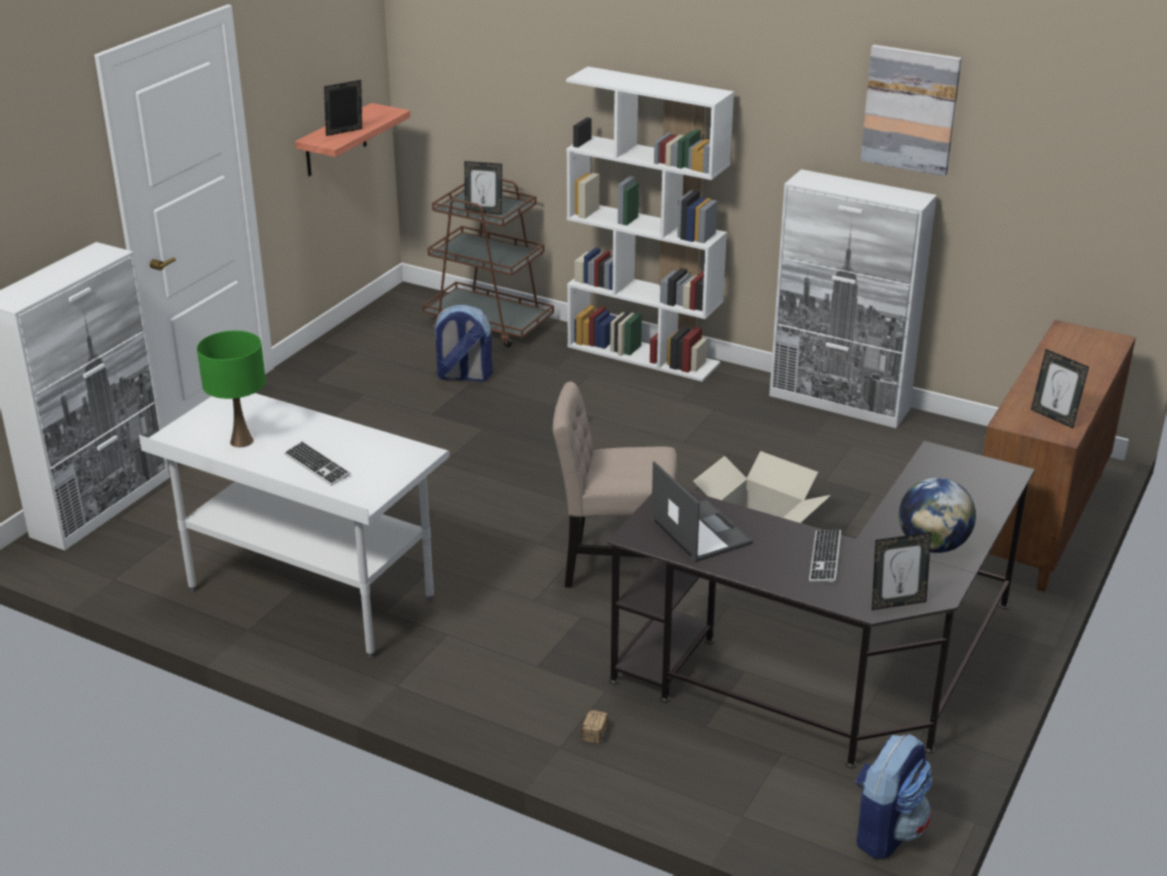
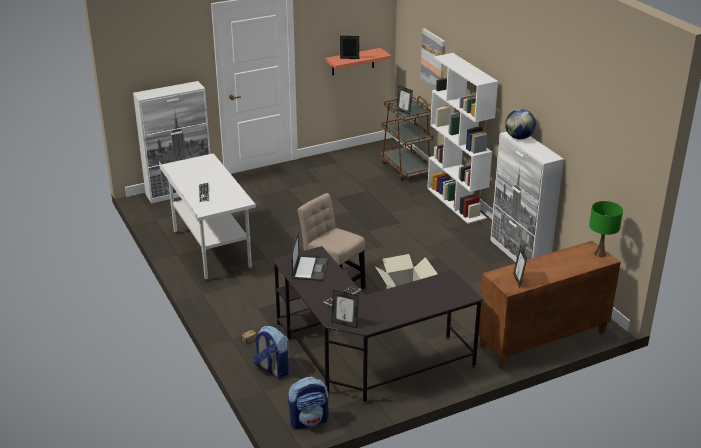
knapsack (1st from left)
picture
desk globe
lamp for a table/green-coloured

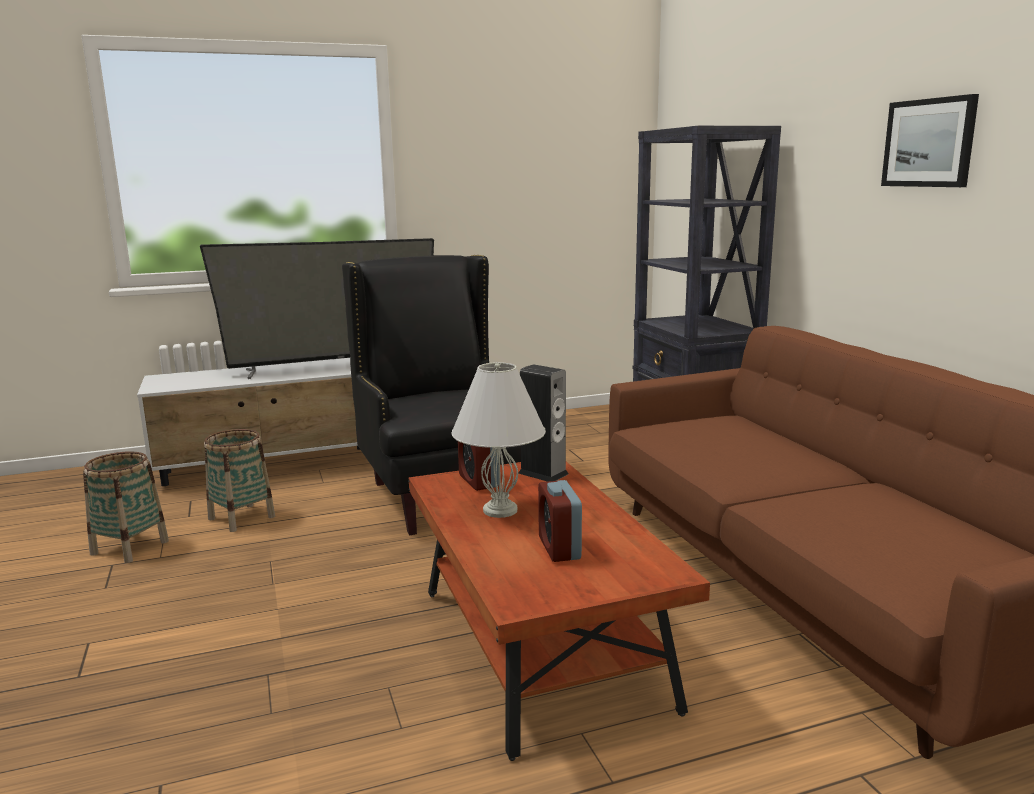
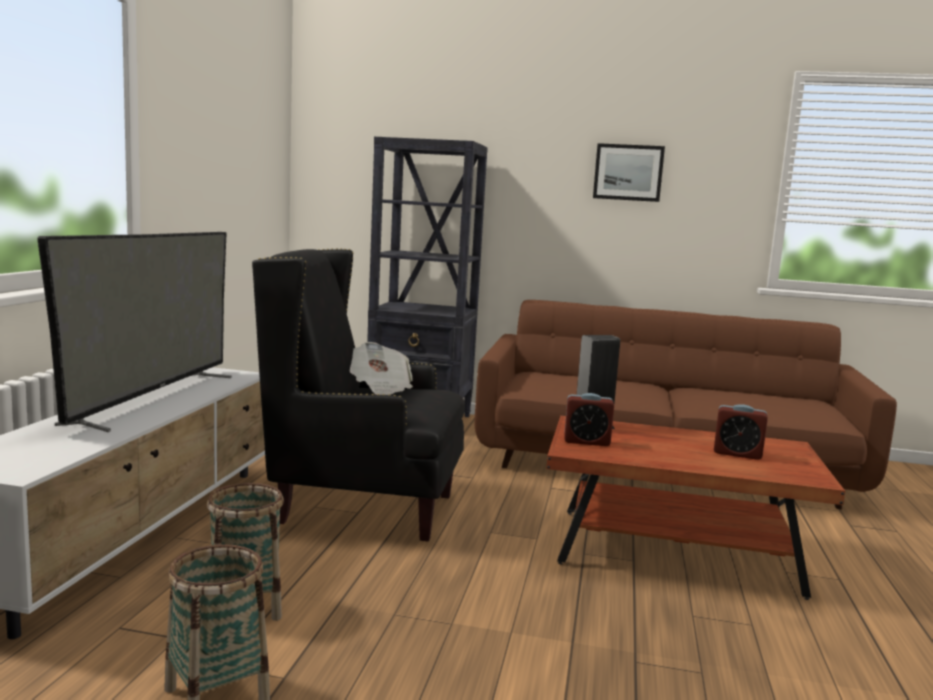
printed paper
lamp for a table/white

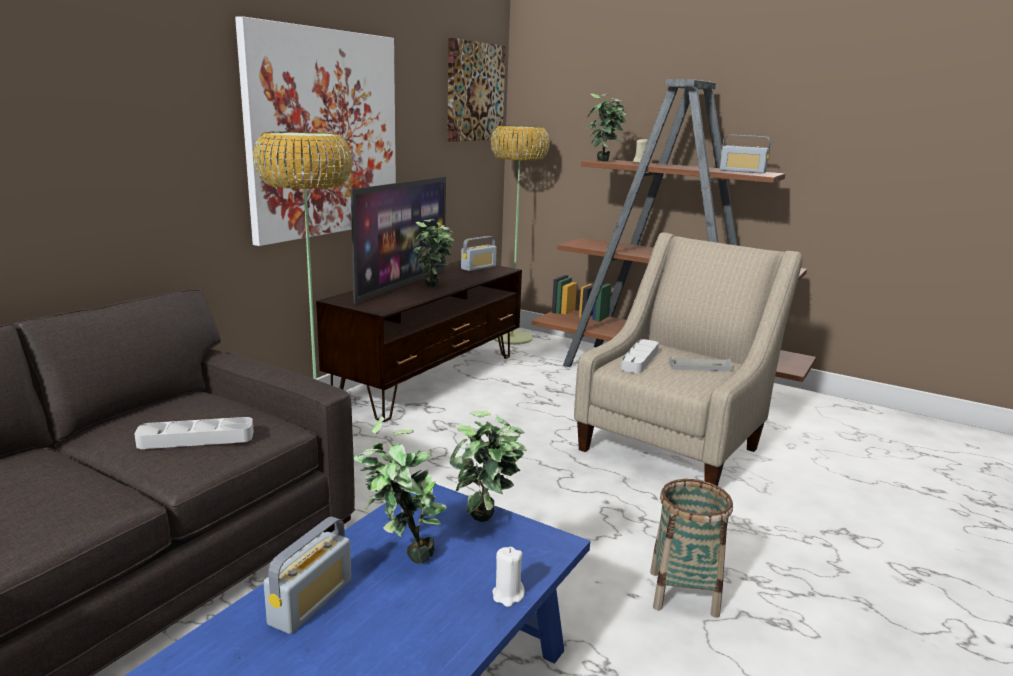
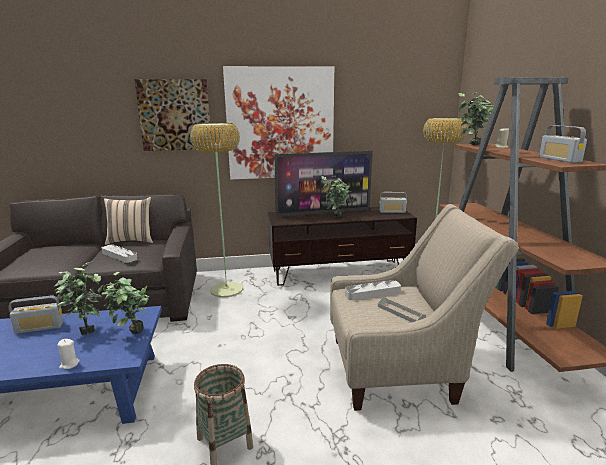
pillow/beige
picture (1st from left)

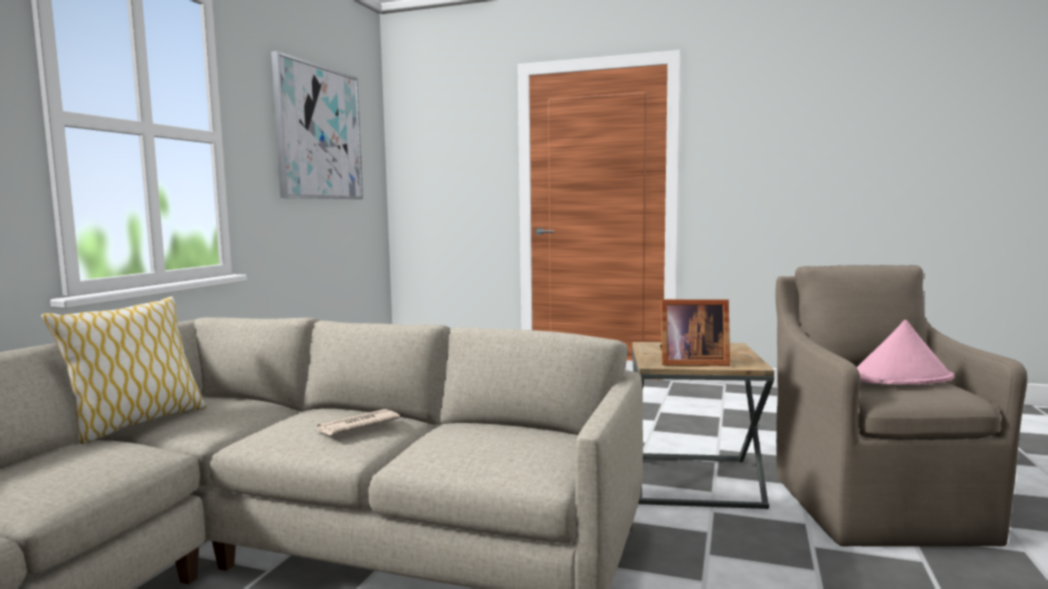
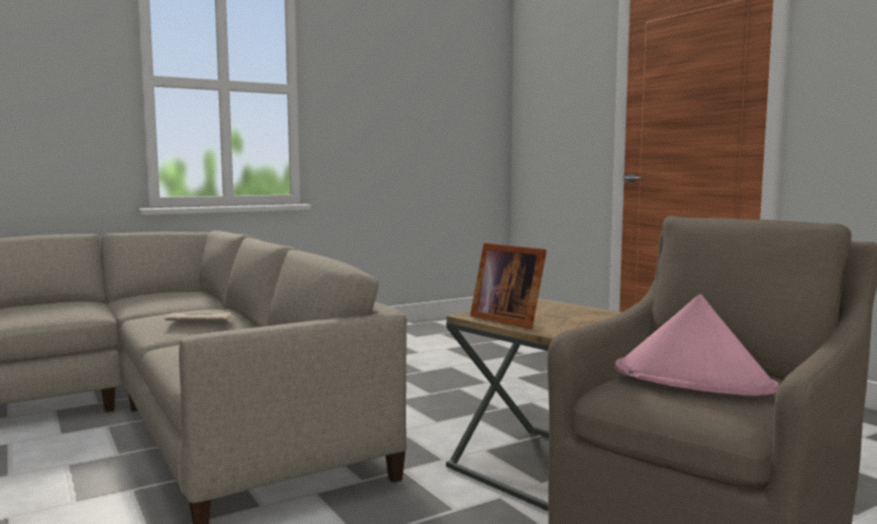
pillow
picture

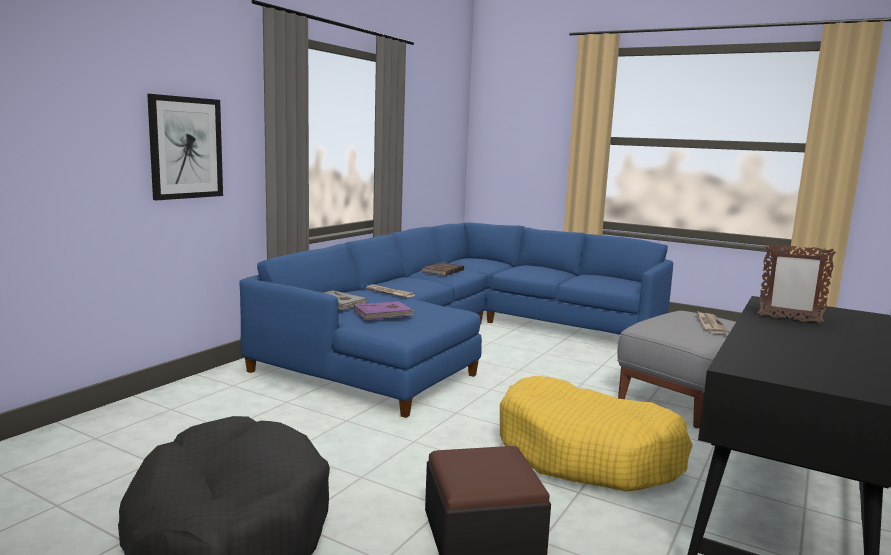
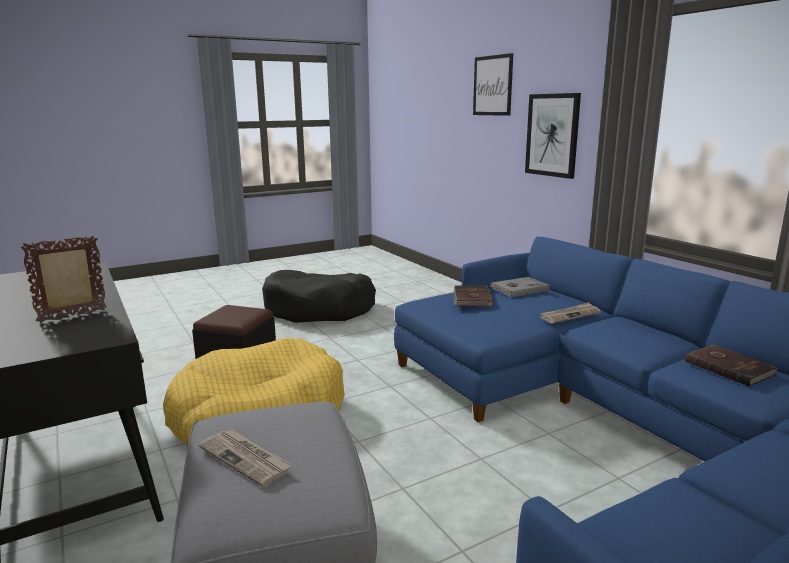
volume/brownish (1st from left)
picture (1st from left)

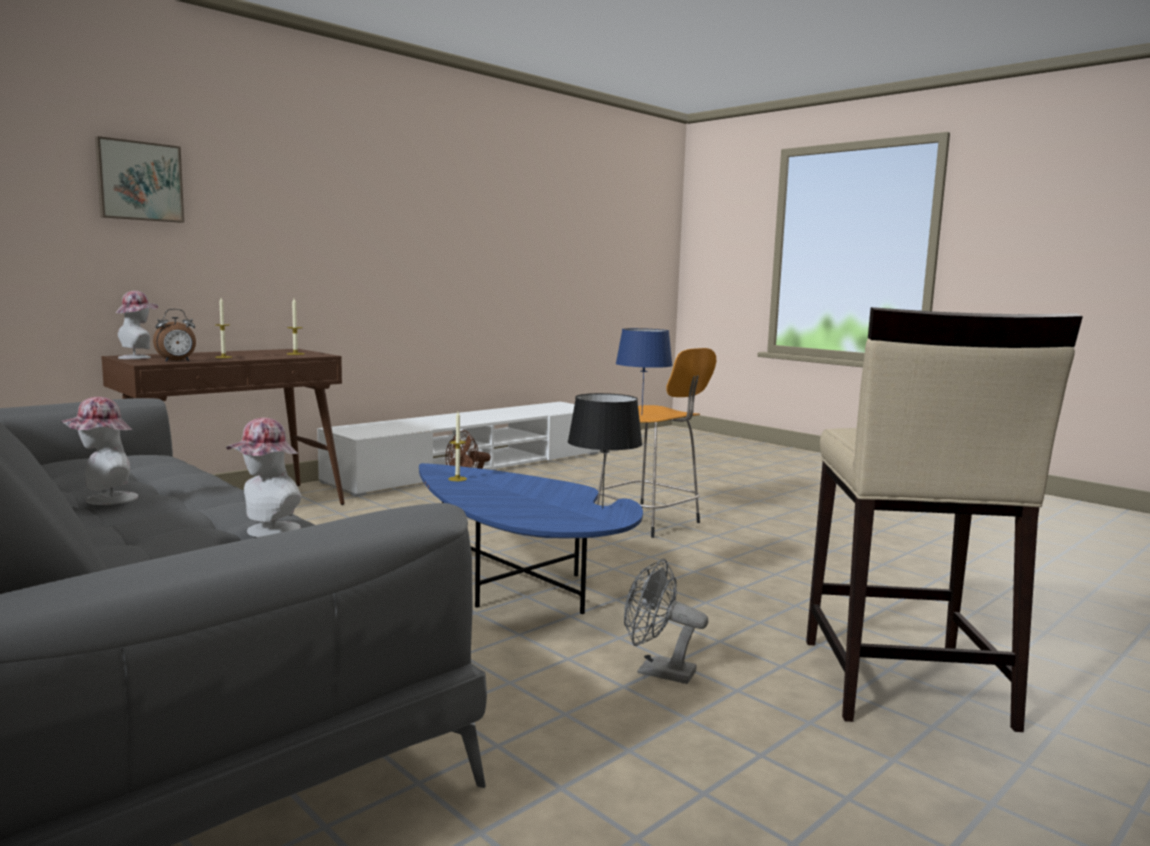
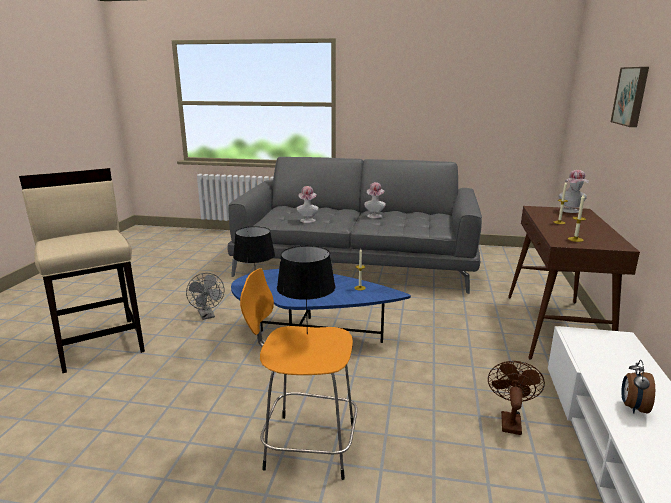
electric fan/greyish
lamp for a table/black (2nd from left)
alarm clock

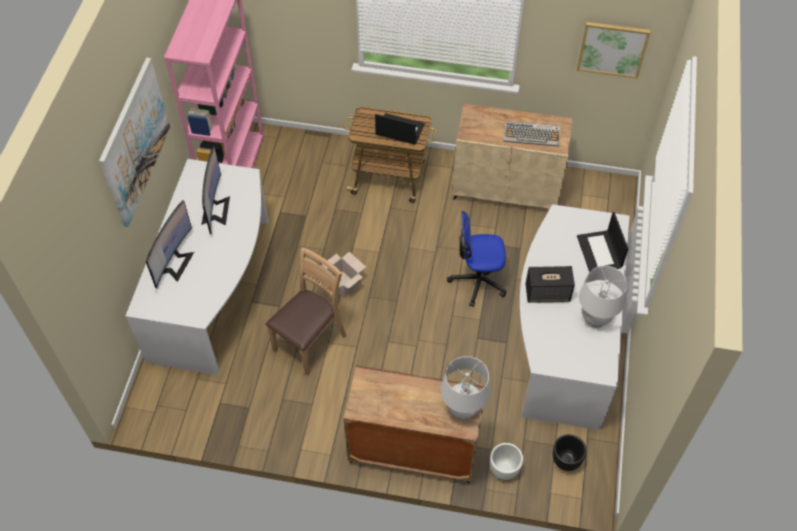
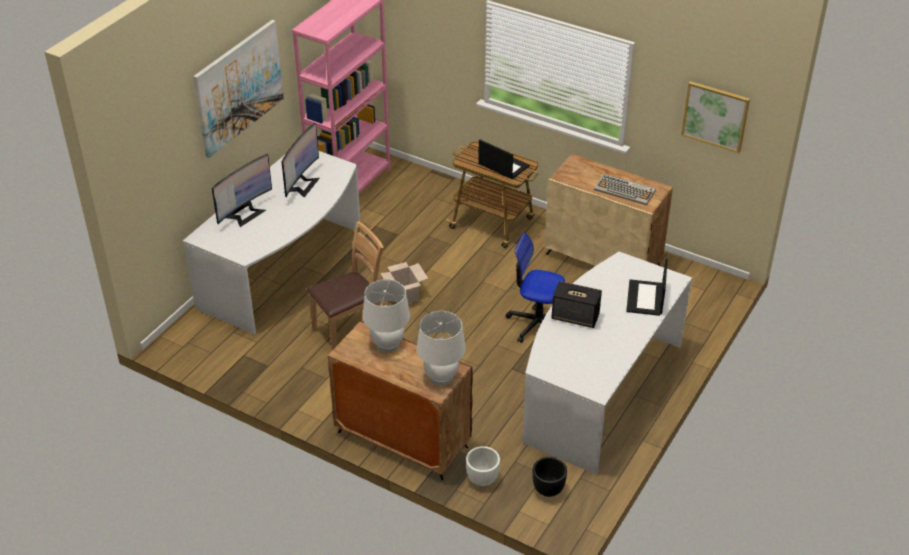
lamp for a table/white (1st from left)

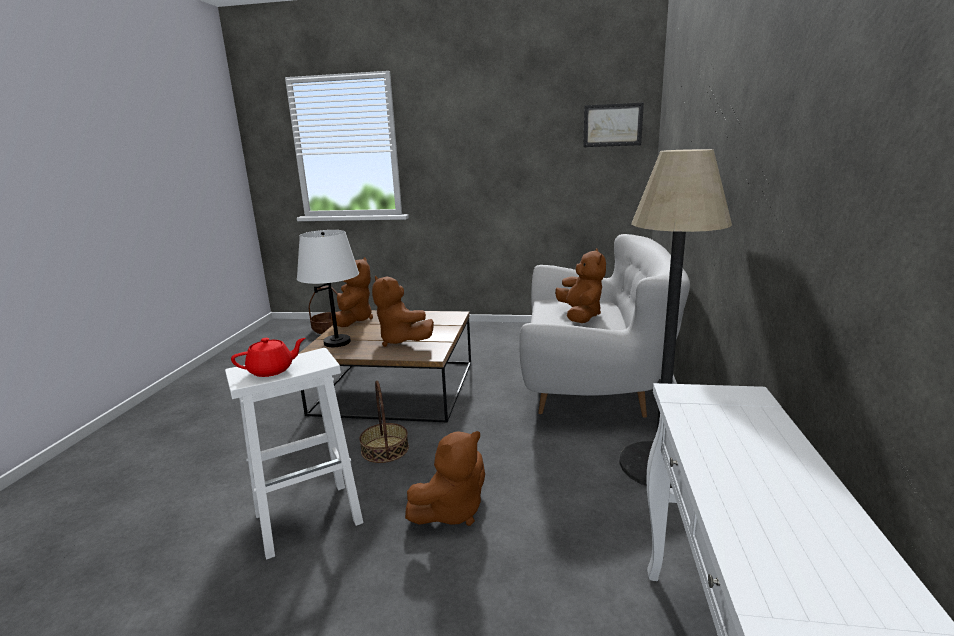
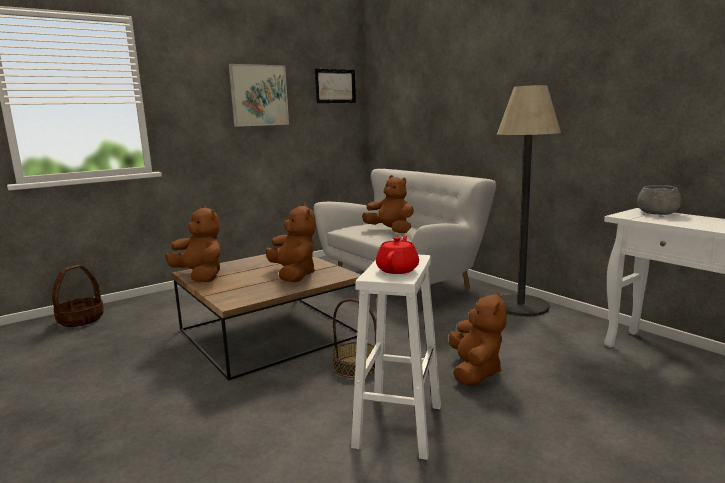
picture (1st from left)
plush toy/brownish (2nd from left)
bowl/greyish
lamp for a table/white

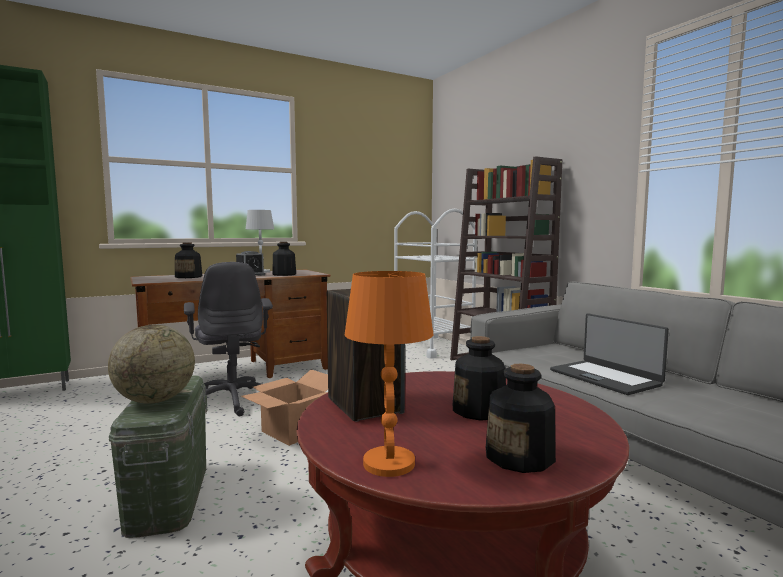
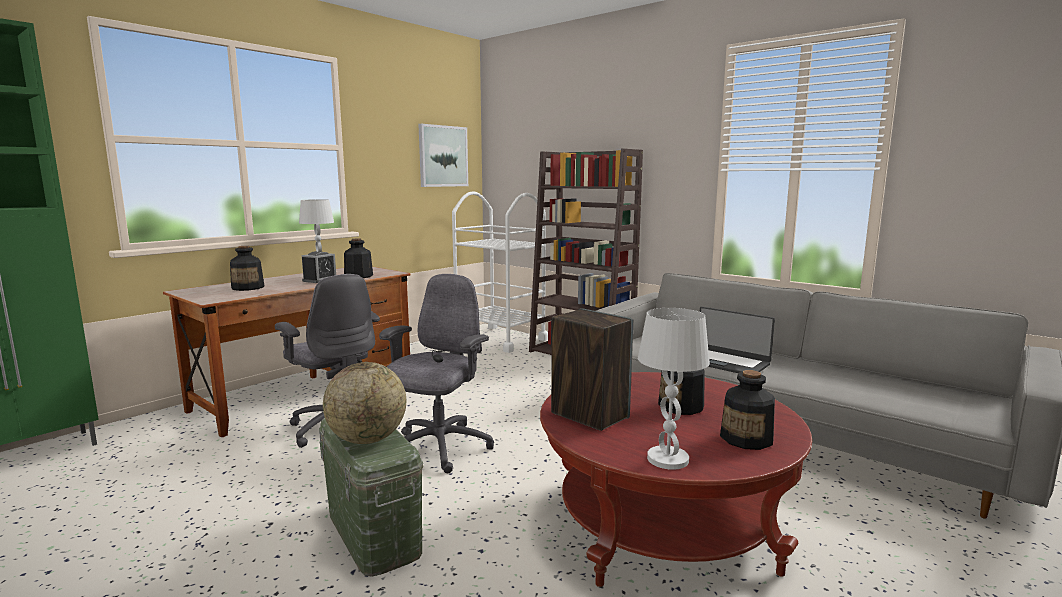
desk chair/greyish (2nd from left)
picture
lamp for a table/white (2nd from left)

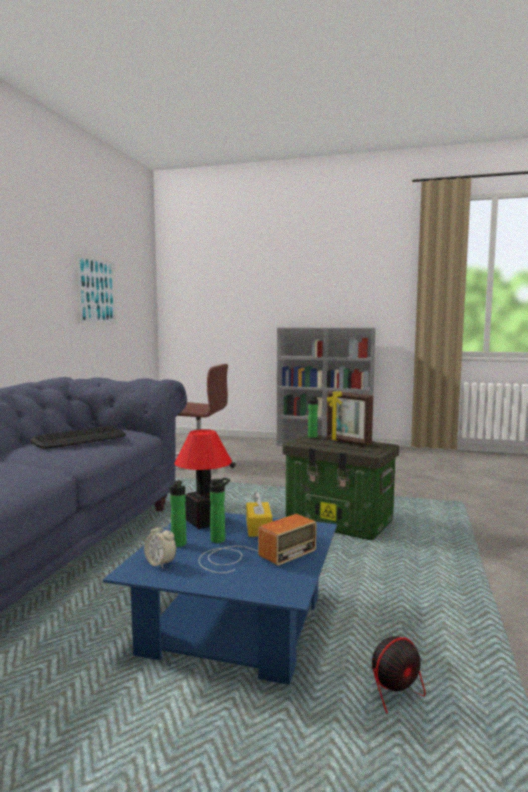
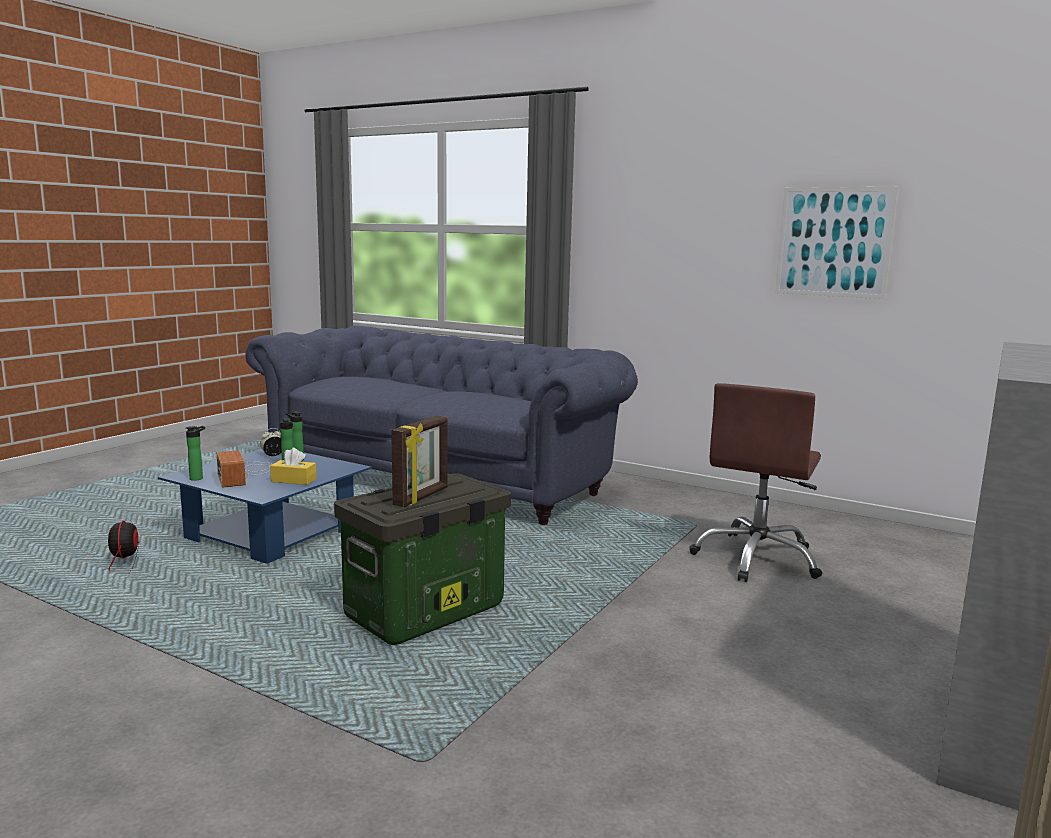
bottle (1st from left)
photo frame
keyboard
lamp for a table

